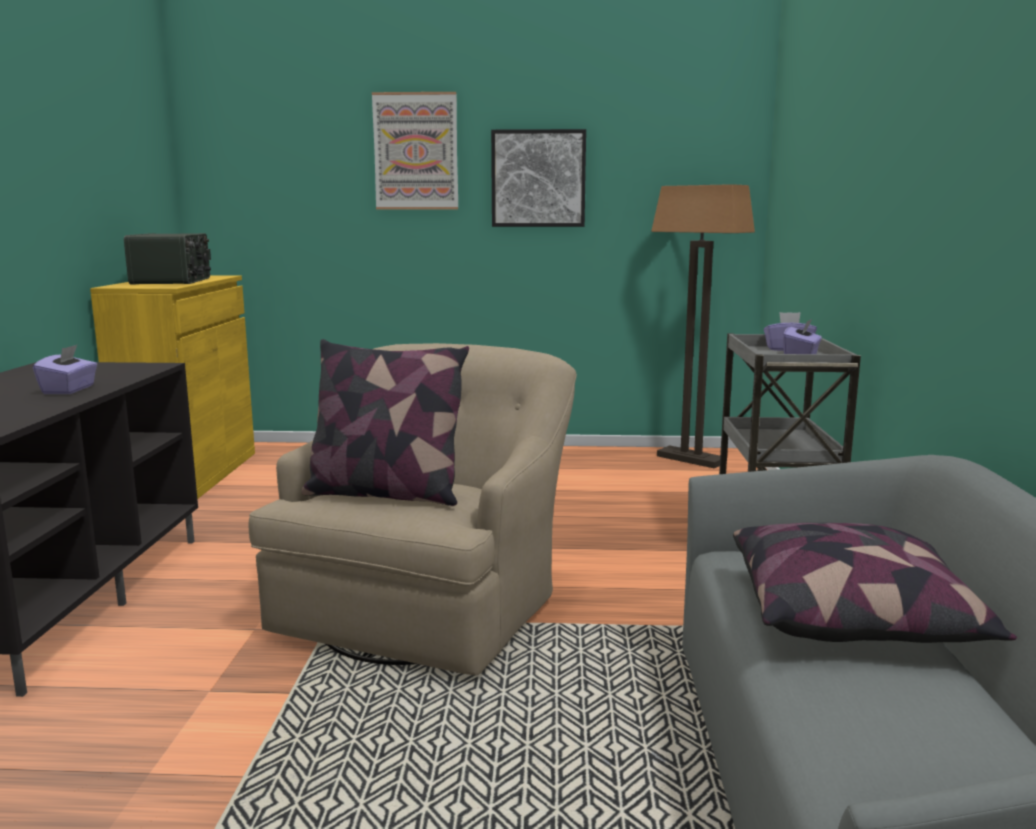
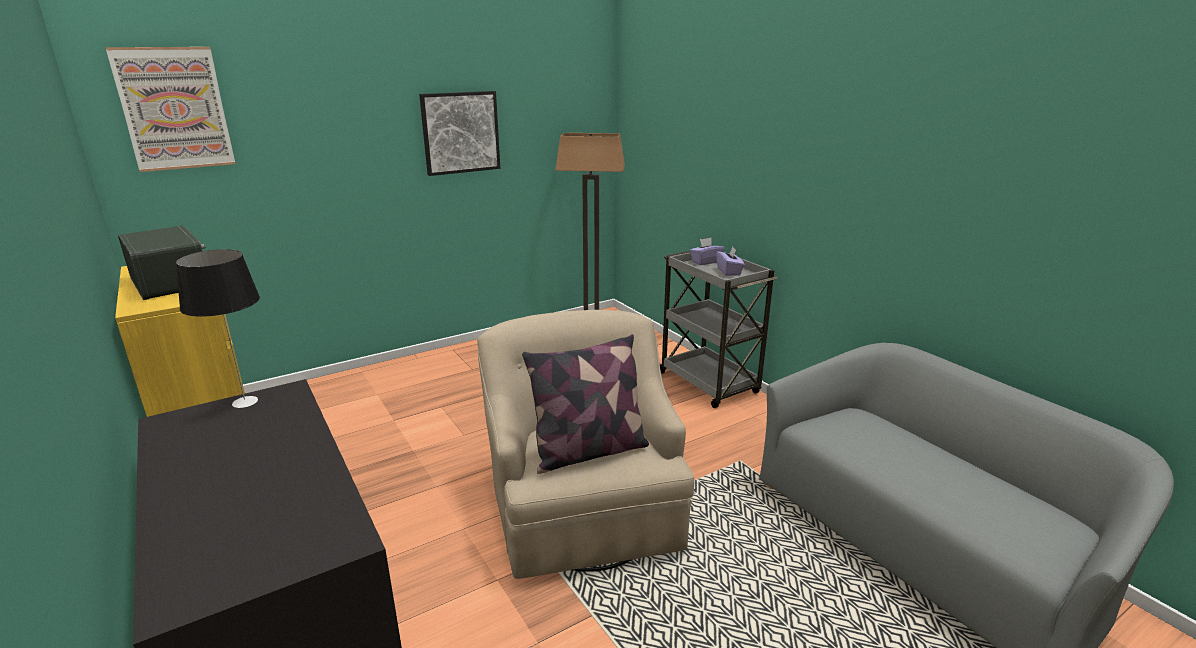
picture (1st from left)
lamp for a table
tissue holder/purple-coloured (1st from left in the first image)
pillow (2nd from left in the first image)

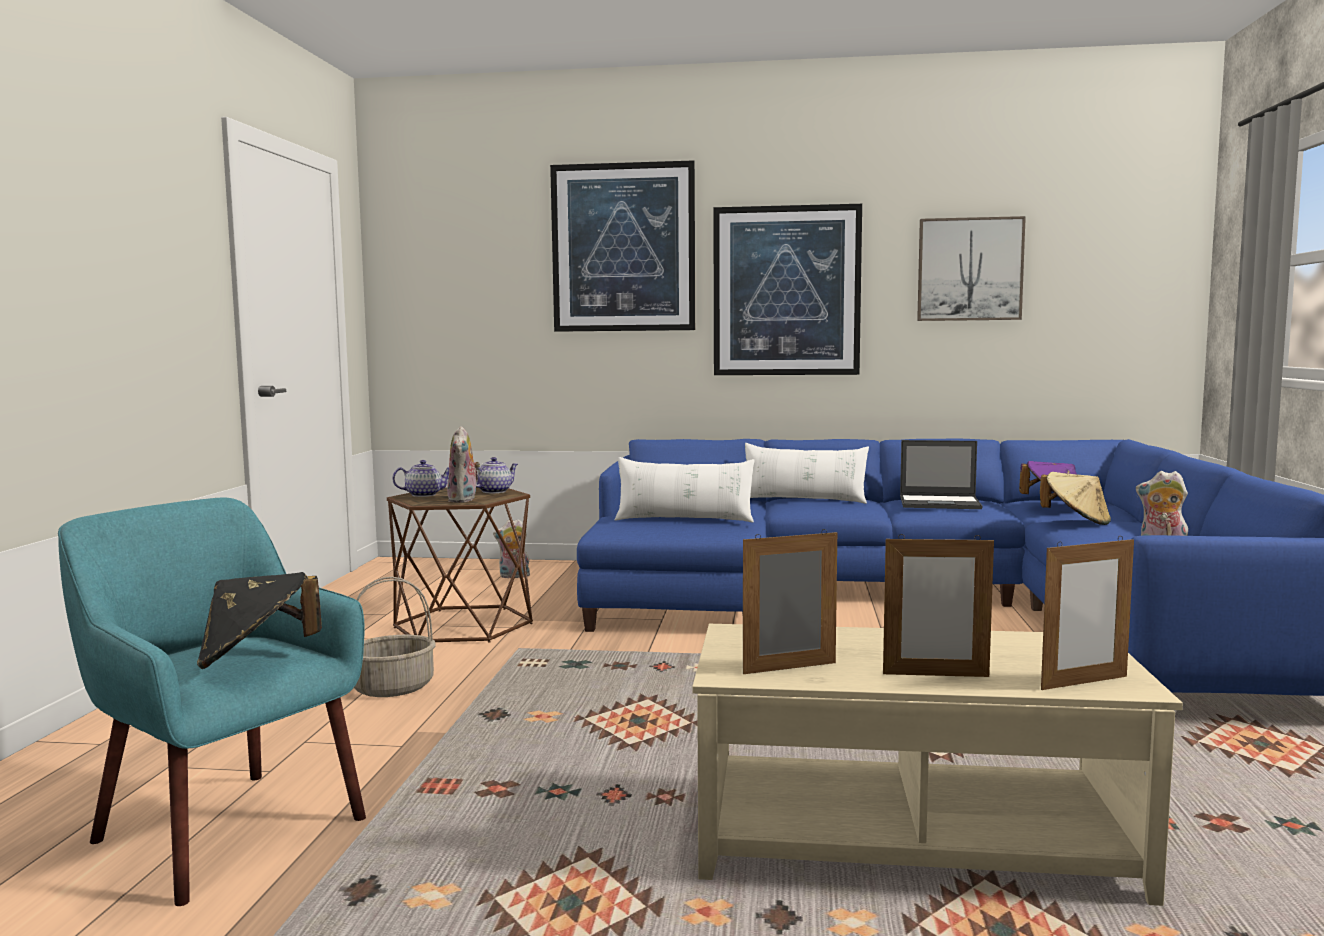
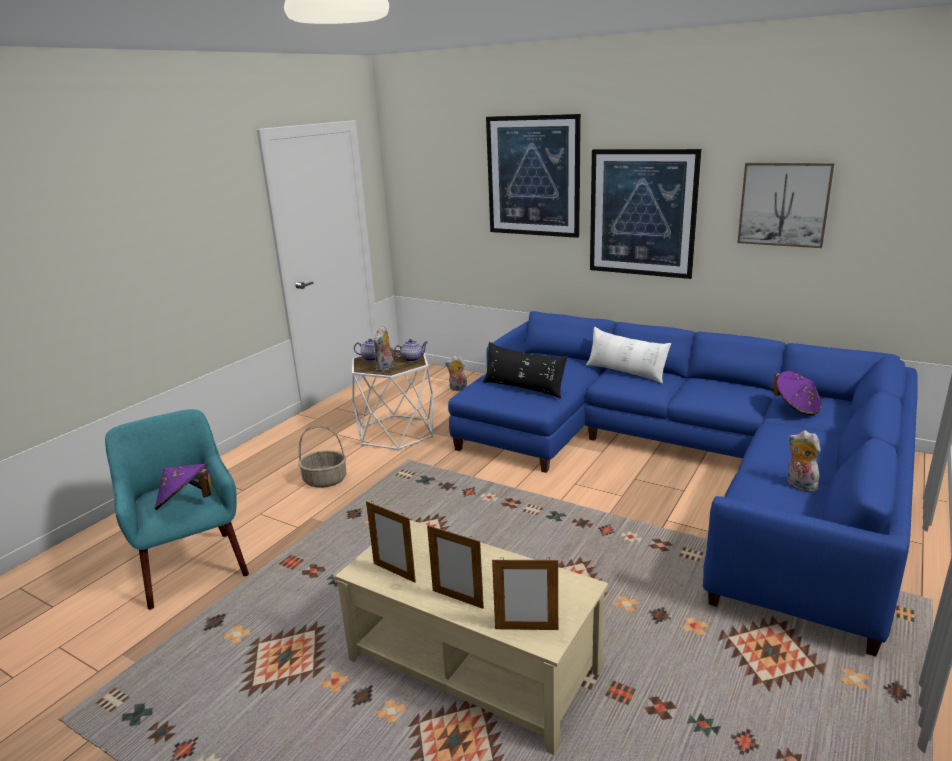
wearable hat/purple-coloured (1st from left)
end table/white
photo frame (1st from left)
pillow/black
laptop
wearable hat/beige

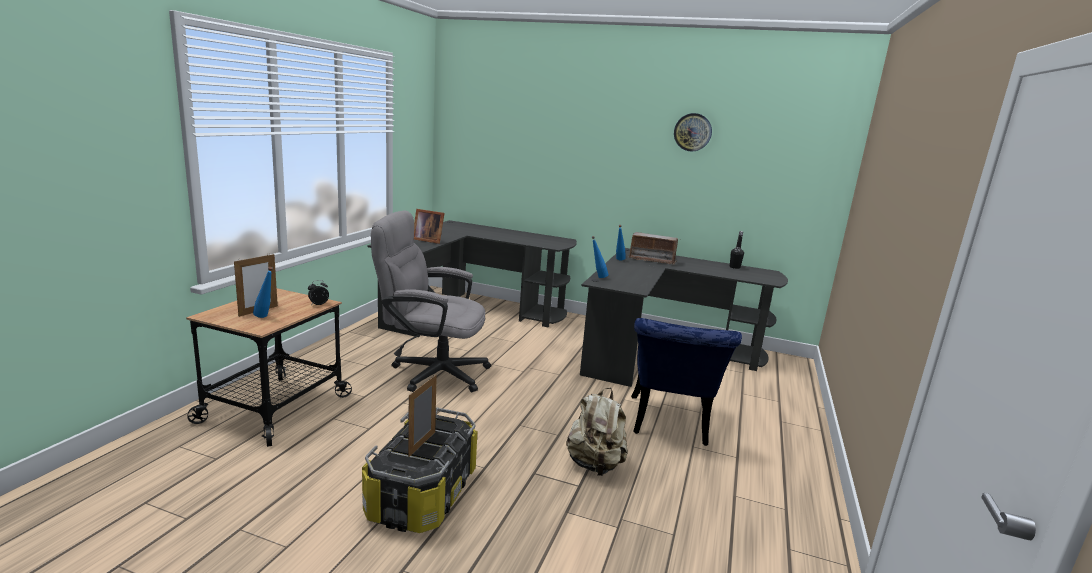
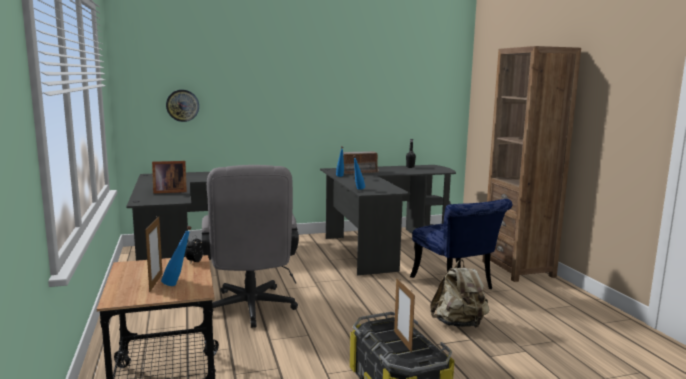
wall clock
desk chair/greyish
shelving unit/brownish

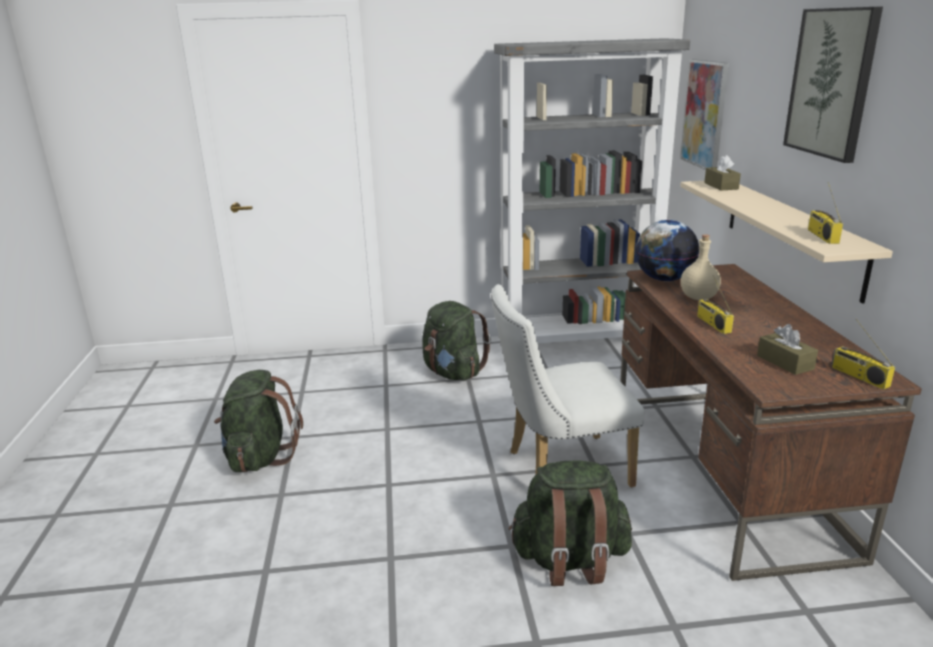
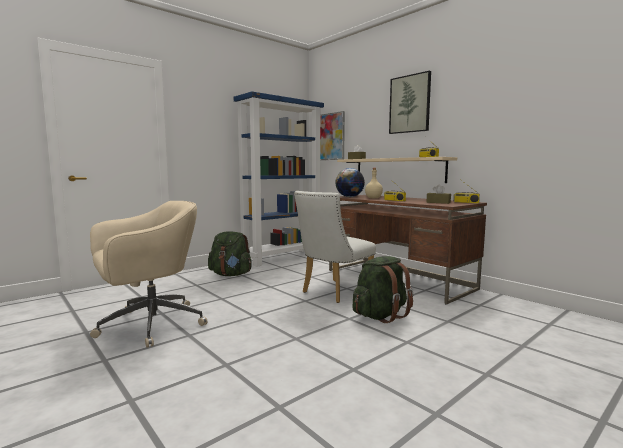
desk chair/beige
shelving unit/bluish

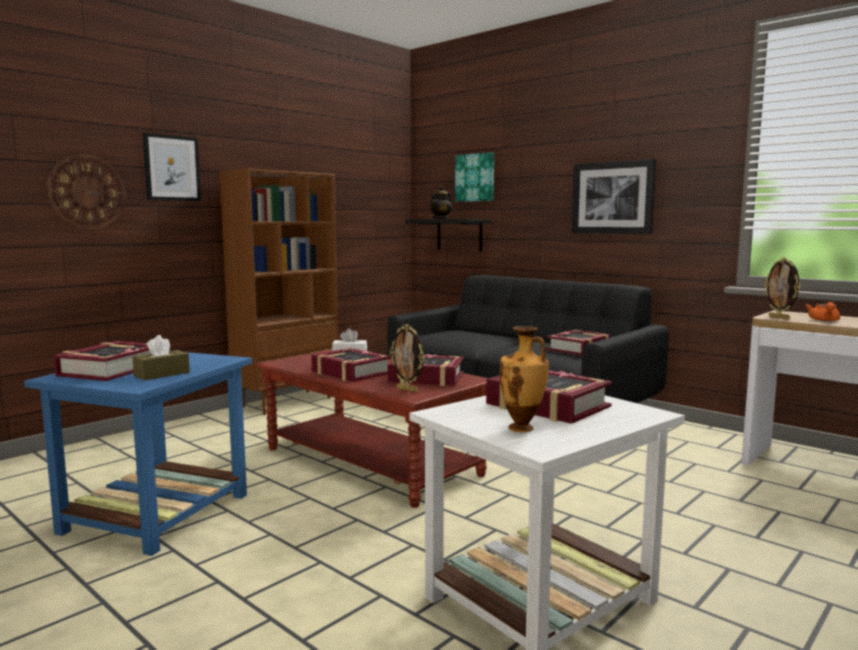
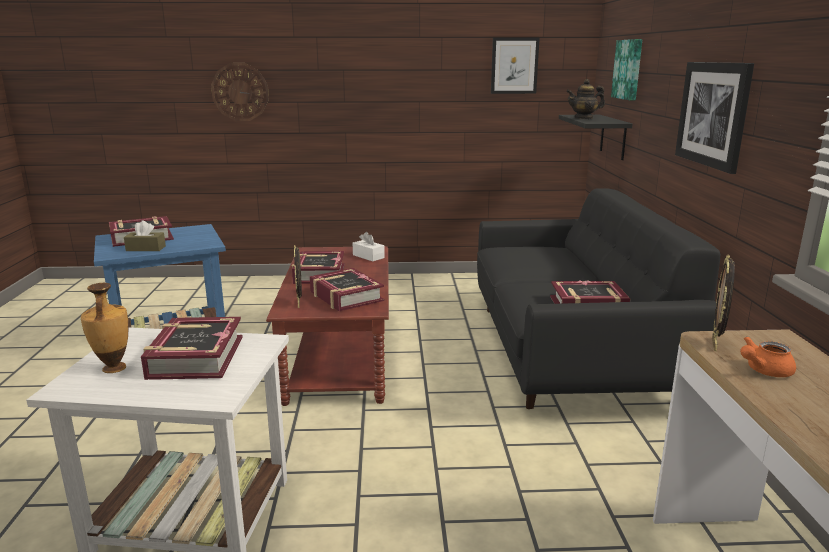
picture (1st from left)
shelving unit/brownish

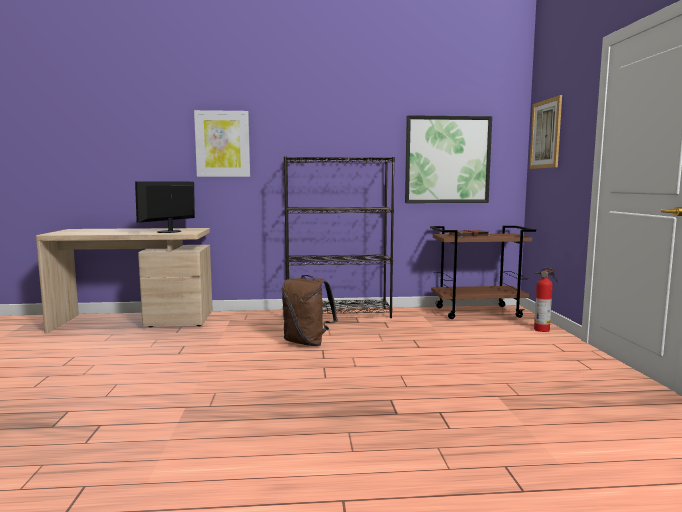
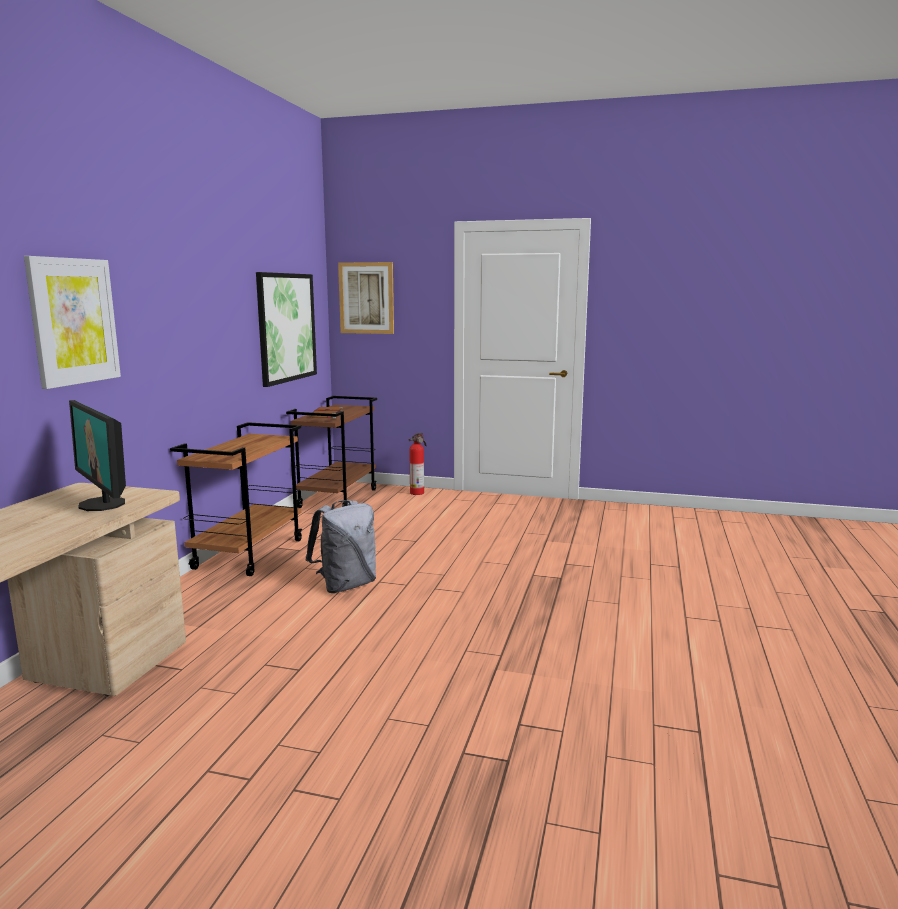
wheeled cart/brownish (1st from left)
knapsack/greyish

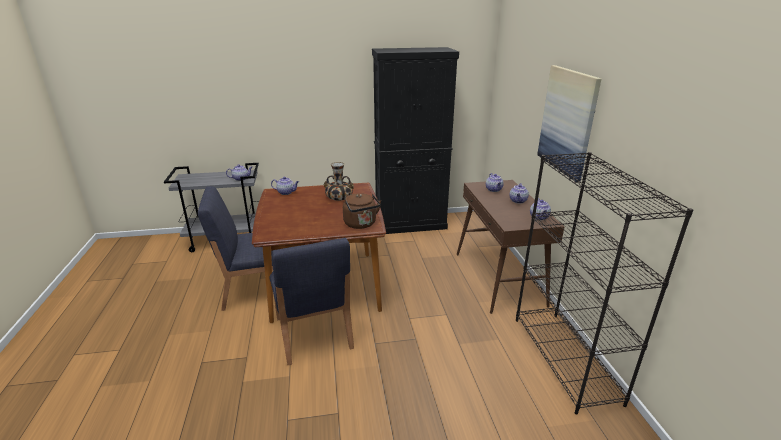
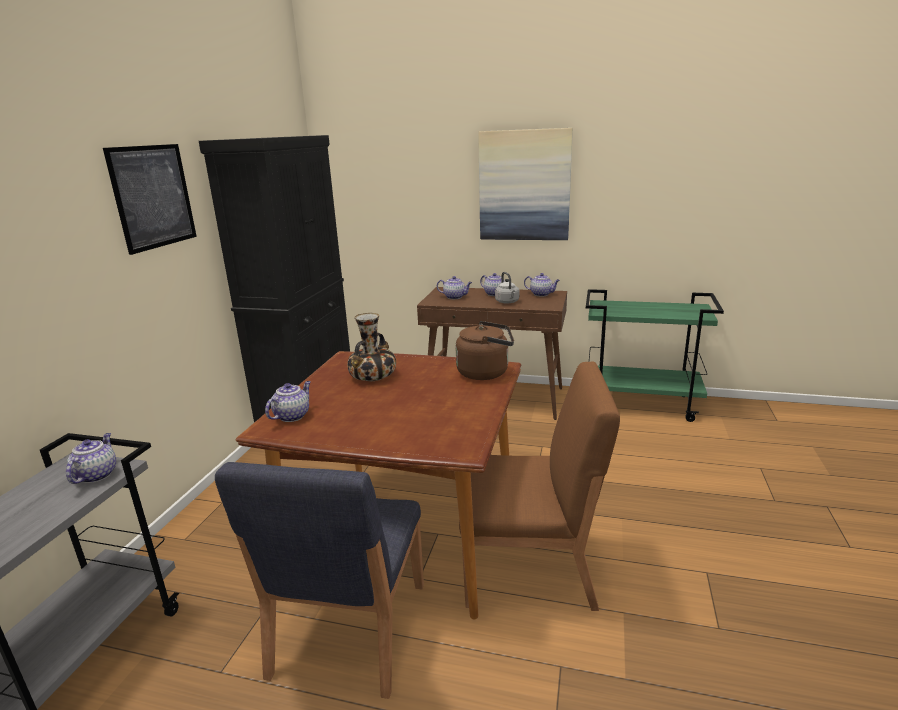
picture (1st from left)
plain chair/brownish
tea kettle/greyish
wheeled cart/green-coloured

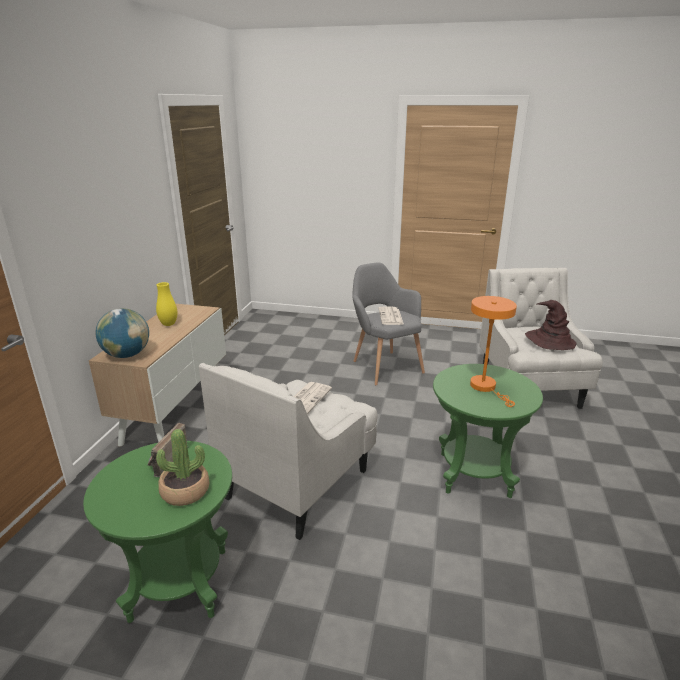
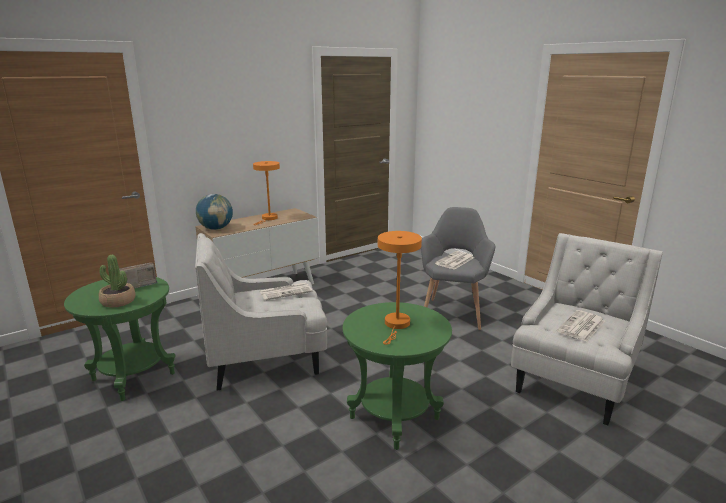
lamp for a table/orange-coloured (1st from left)
printed paper (3rd from left)

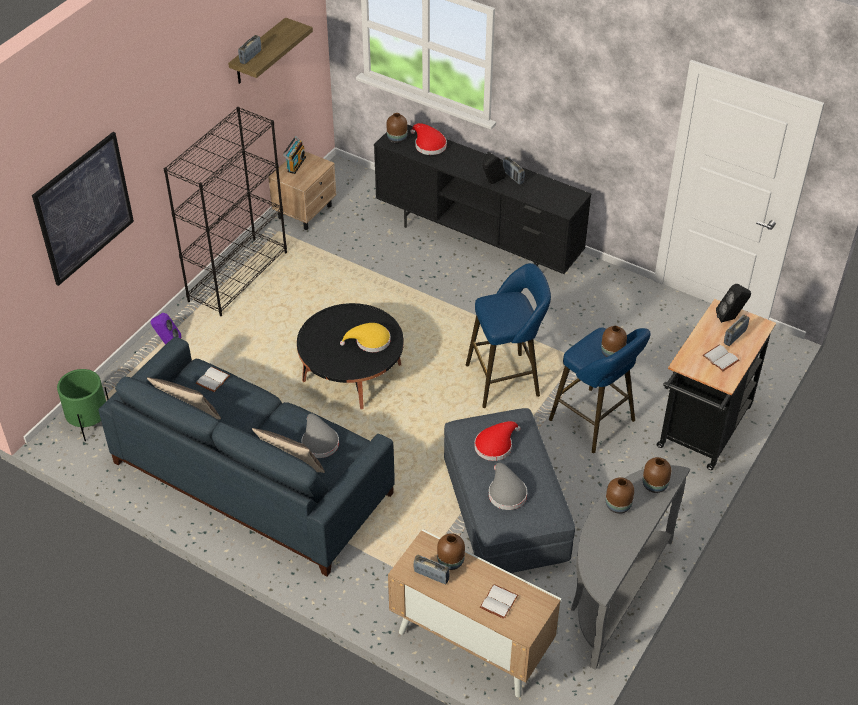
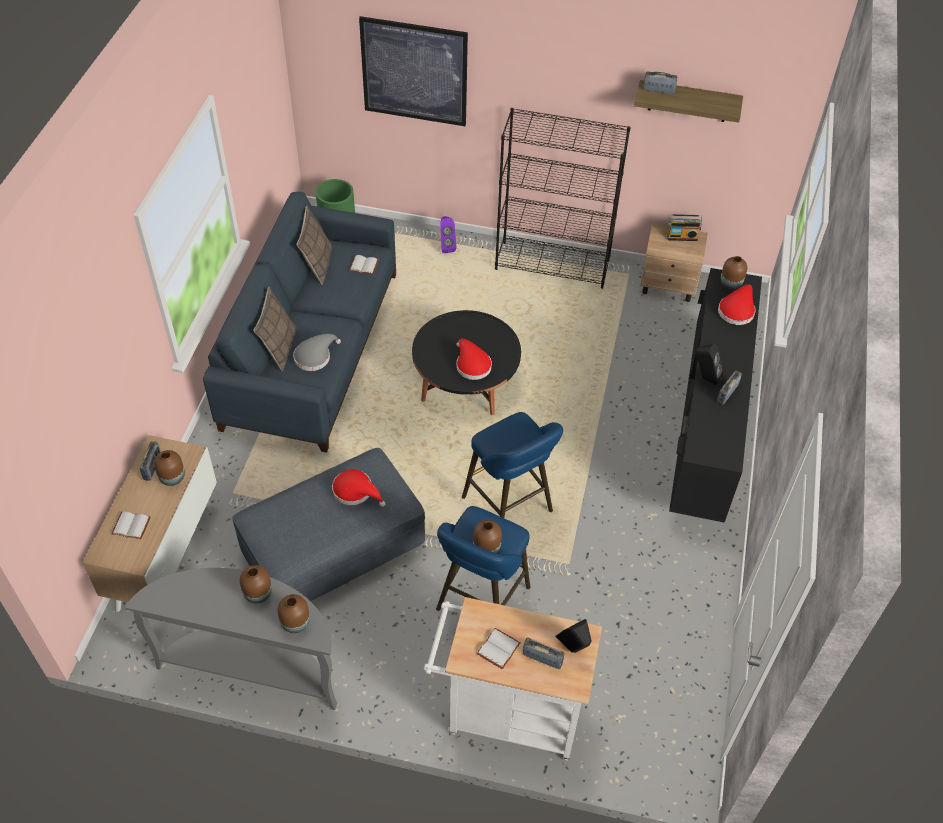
wheeled cart/white
wearable hat/red (2nd from left)
wearable hat/greyish (2nd from left in the first image)

